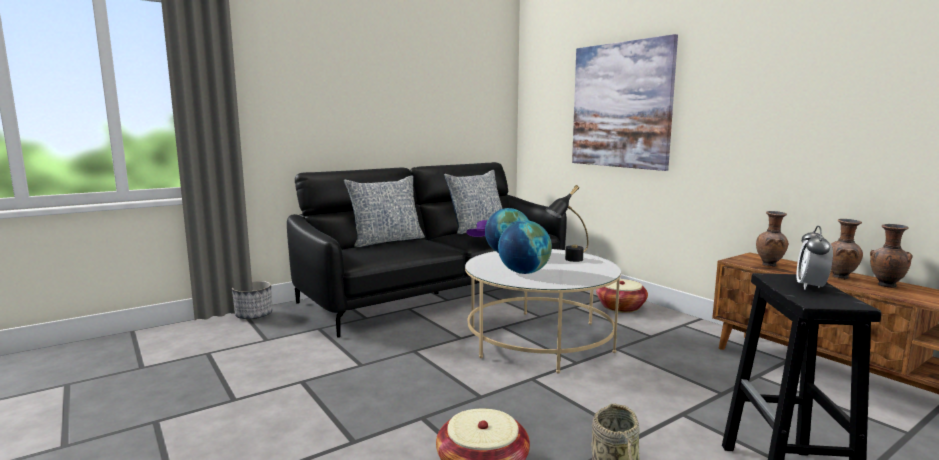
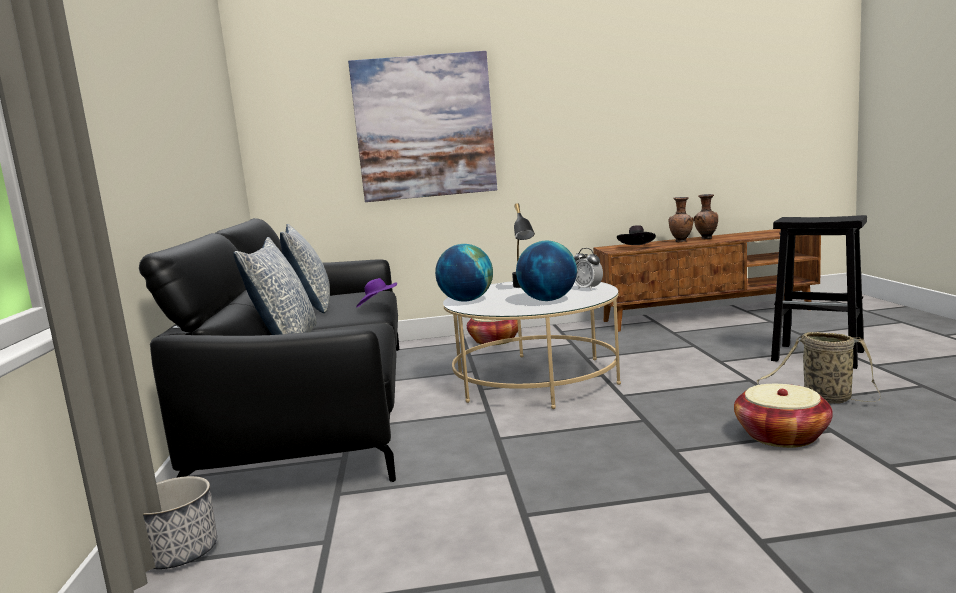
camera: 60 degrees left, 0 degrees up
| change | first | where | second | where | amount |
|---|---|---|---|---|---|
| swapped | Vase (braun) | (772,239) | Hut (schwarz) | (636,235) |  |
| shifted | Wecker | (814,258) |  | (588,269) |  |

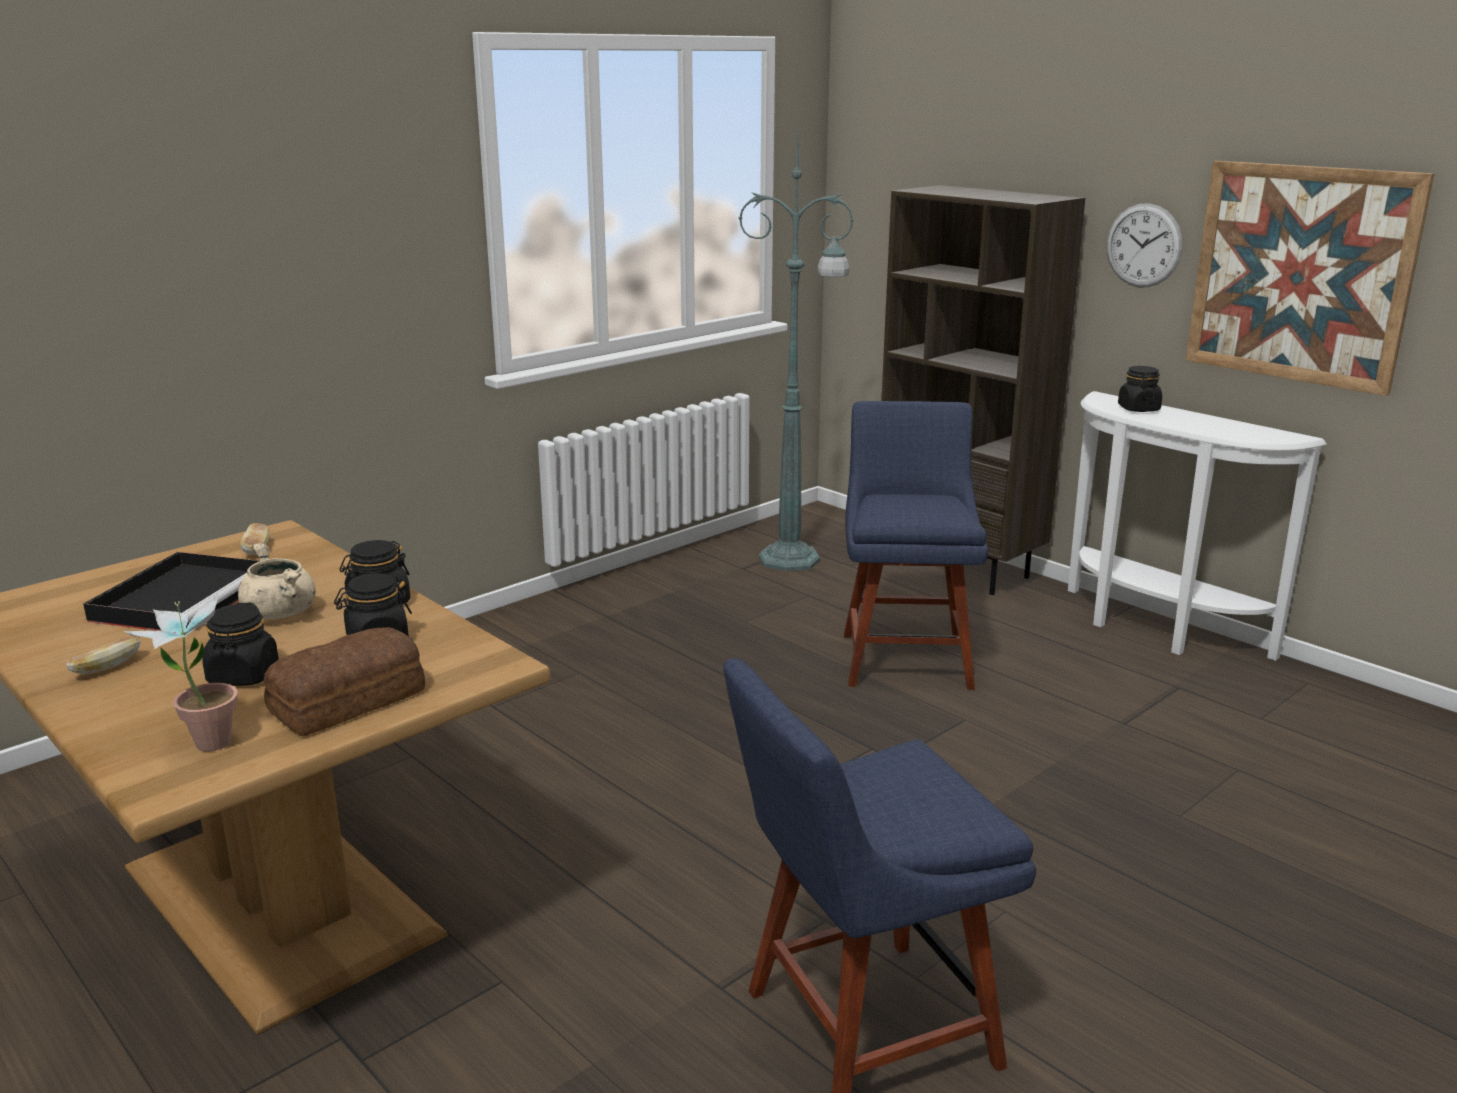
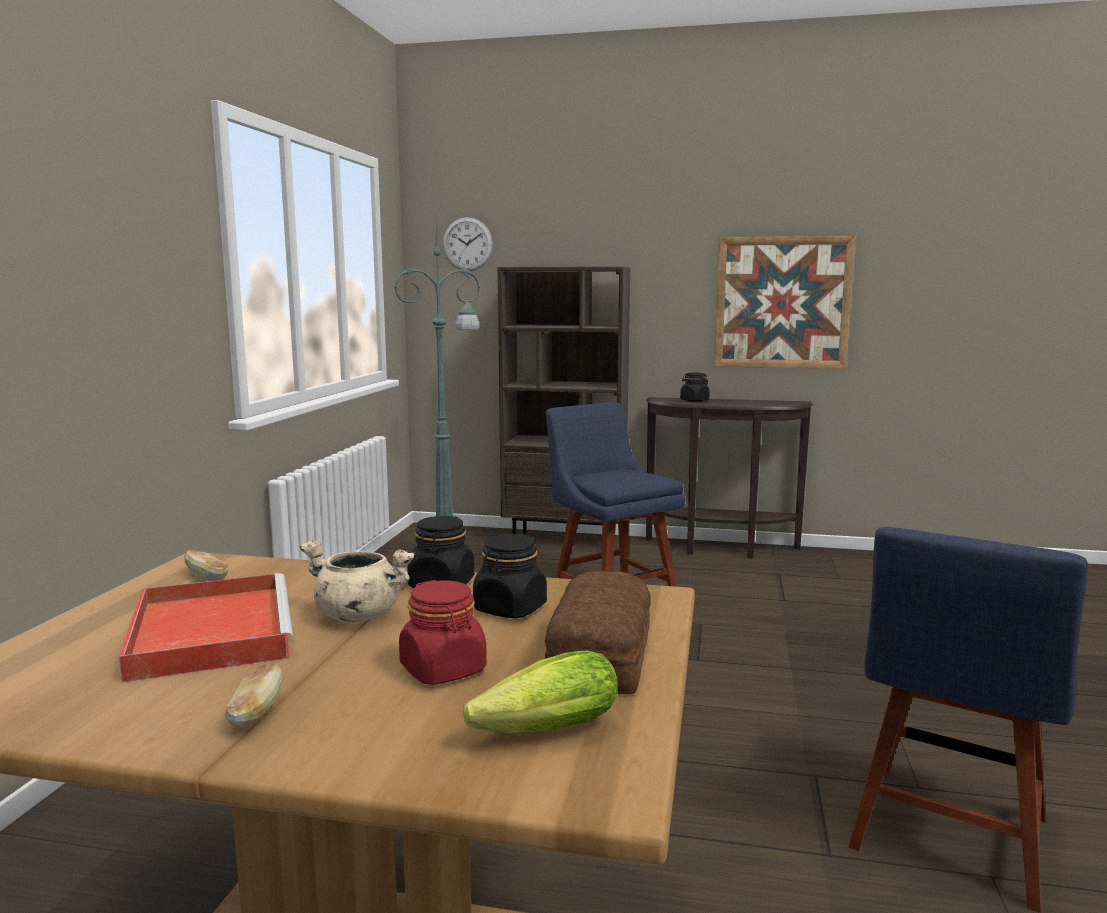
camera: 35 degrees left, 10 degrees down
| change | first | where | second | where | amount |
|---|---|---|---|---|---|
| shifted | Wanduhr | (1145,245) |  | (468,244) |  |
| repainted | Konsolentisch (weiß) | (1197,526) | Konsolentisch (braun) | (729,477) |  |
| repainted | Tablett (schwarz) | (171,592) | Tablett (rot) | (206,627) |  |
| swapped | Topfpflanze | (180,672) | Salatkopf | (540,692) |  |
| repainted | Vorratsglas (schwarz) | (240,644) | Vorratsglas (rot) | (443,632) |  |

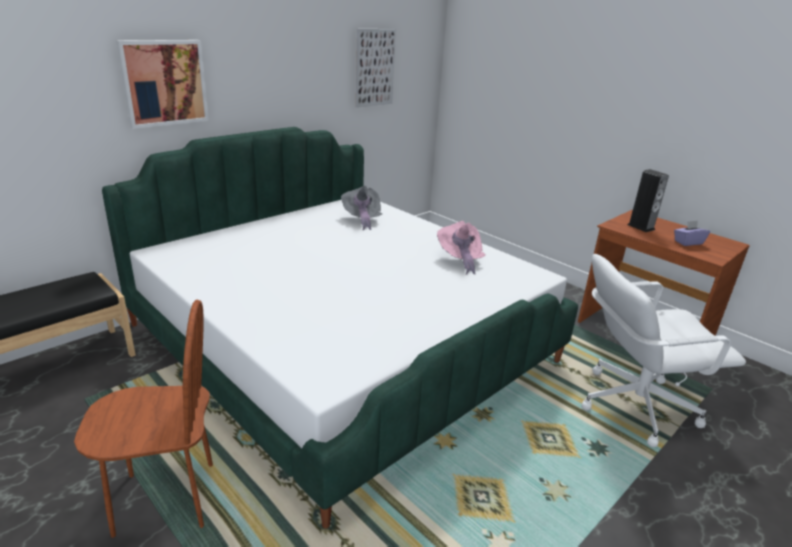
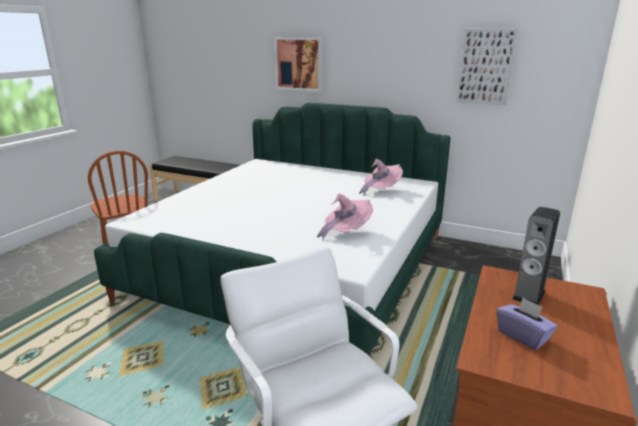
camera: 70 degrees right, 5 degrees down
| change | first | where | second | where | amount |
|---|---|---|---|---|---|
| repainted | Hut (grau) | (361,208) | Hut (rosa) | (381,177) |  |

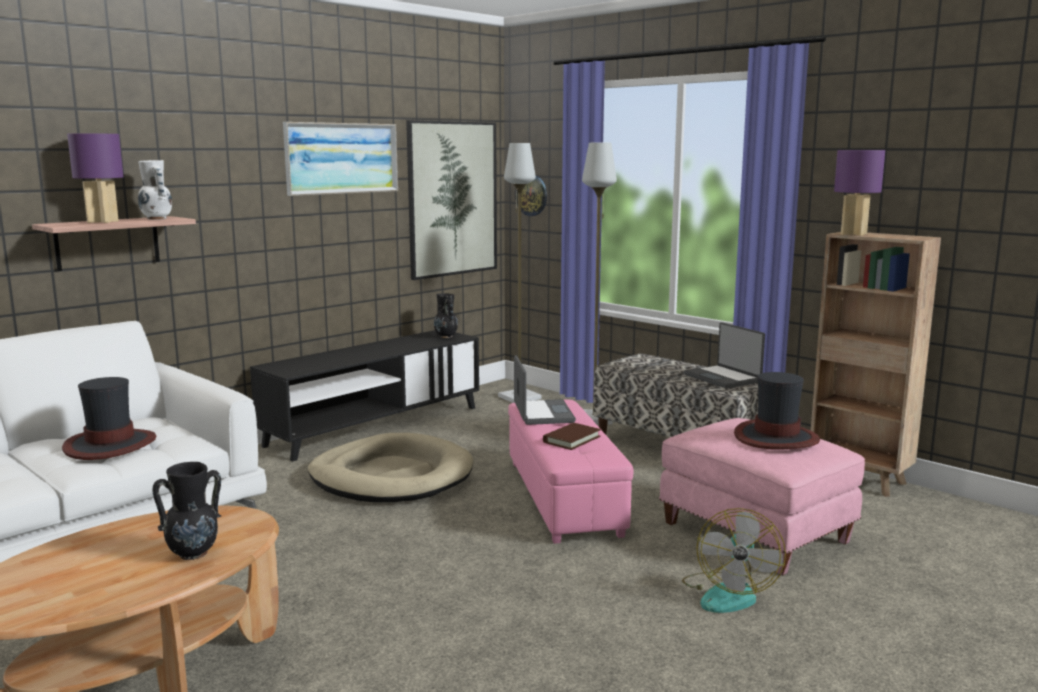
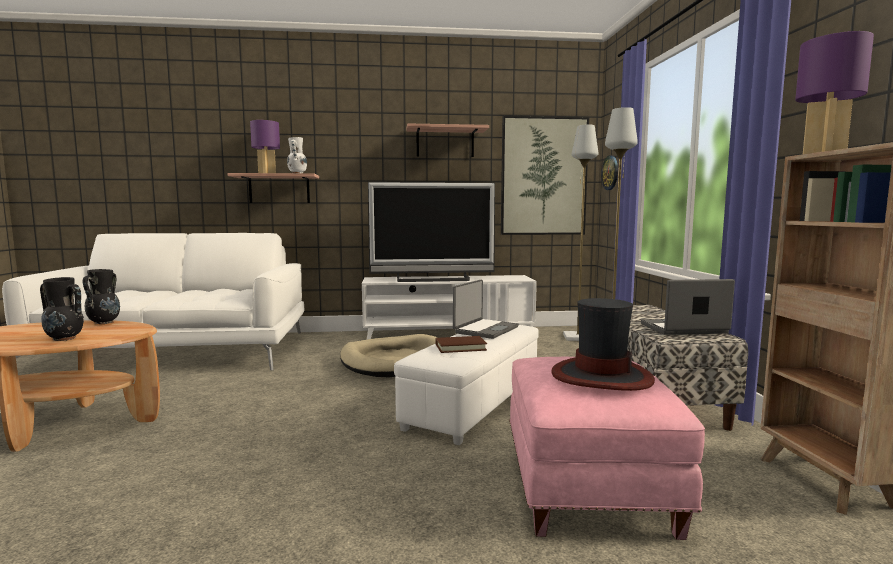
camera: 40 degrees right, 5 degrees down
| change | first | where | second | where | amount |
|---|---|---|---|---|---|
| swapped | Bild | (340,159) | Wandregal | (447,140) |  |
| shifted | Vase (schwarz) | (446,315) |  | (101,296) |  |
| rotated | Laptop | (724,355) |  | (688,307) | 75 degrees clockwise |
| repainted | Fernsehschrank (schwarz) | (364,395) | Fernsehschrank (weiß) | (449,307) |  |
| gone | Hut | (109,418) |  |  |  |
| repainted | Polsterhocker (rosa) | (570,471) | Polsterhocker (weiß) | (466,385) |  |
| gone | Ventilator | (734,560) |  |  |  |
| new |  |  | Fernseher | (431,232) |  |

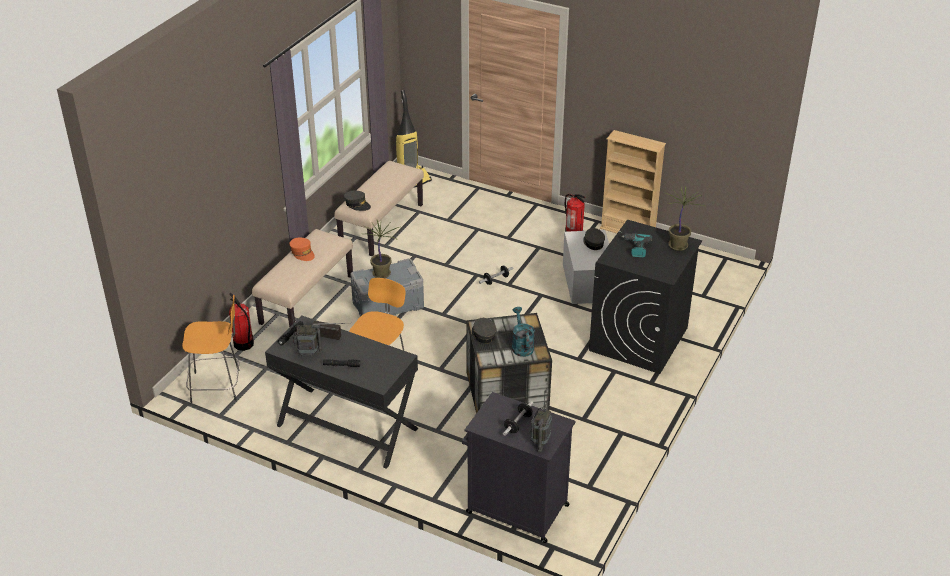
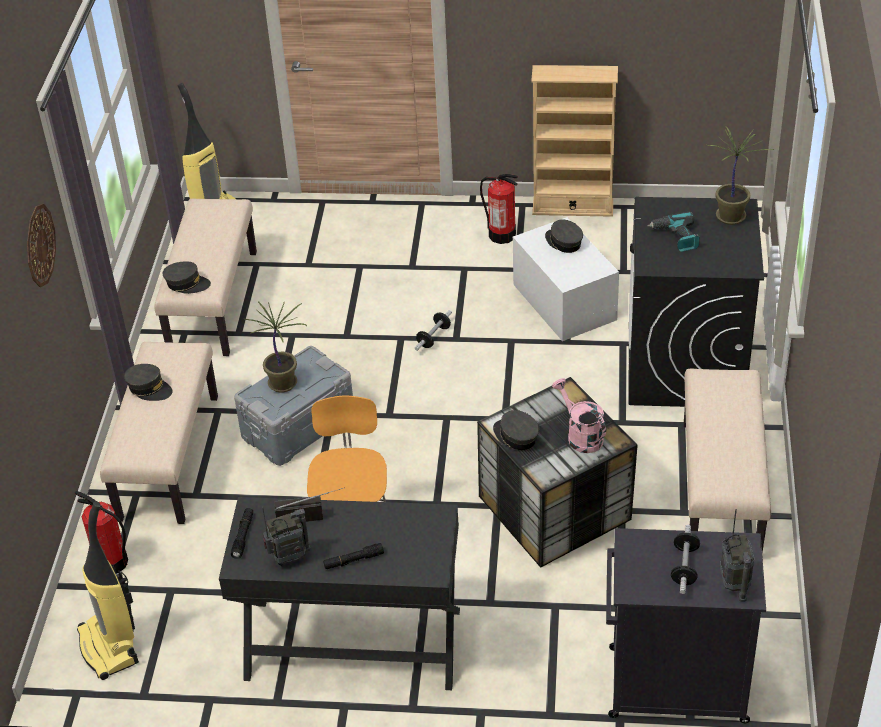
camera: 20 degrees left, 5 degrees up
| change | first | where | second | where | amount |
|---|---|---|---|---|---|
| repainted | Kappe (orange) | (302,249) | Kappe (grau) | (148,382) |  |
| swapped | Hocker (orange) | (210,349) | Staubsauger | (108,590) |  |
| repainted | Gießkanne (türkis) | (523,332) | Gießkanne (rosa) | (579,415) |  |
| new |  |  | Wanduhr | (41,245) |  |
| new |  |  | Bank (beige) | (727,460) |  |

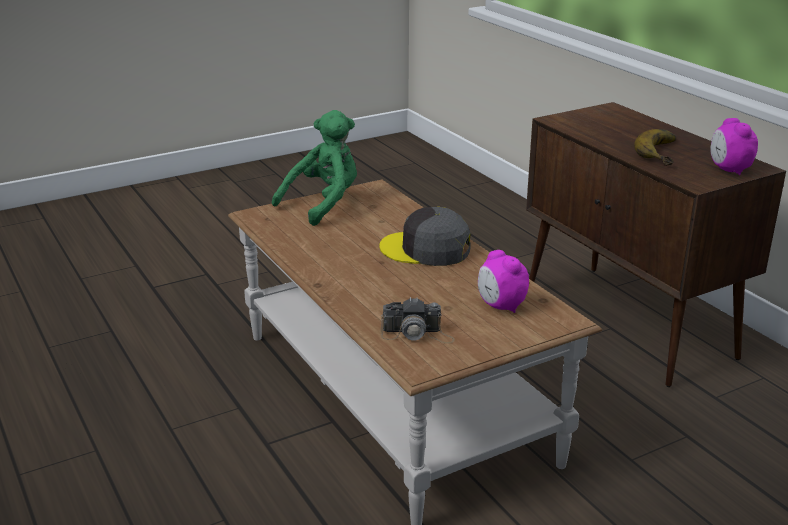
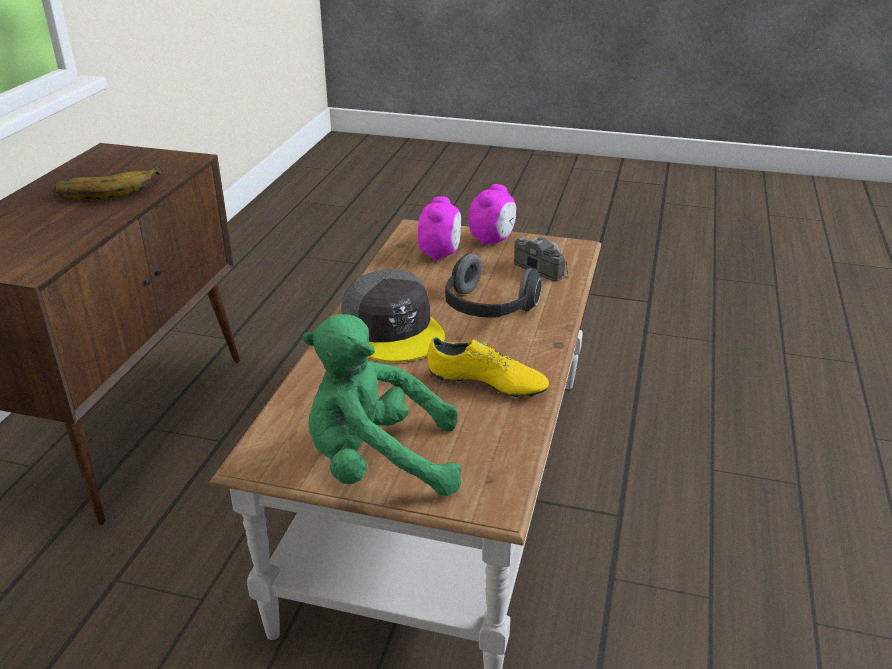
camera: 135 degrees left, 5 degrees up
| change | first | where | second | where | amount |
|---|---|---|---|---|---|
| shifted | Wecker | (734,146) |  | (492,215) |  |
| new |  |  | Kopfhörer | (493,285) |  |
| new |  |  | Schuh (gelb) | (488,368) |  |

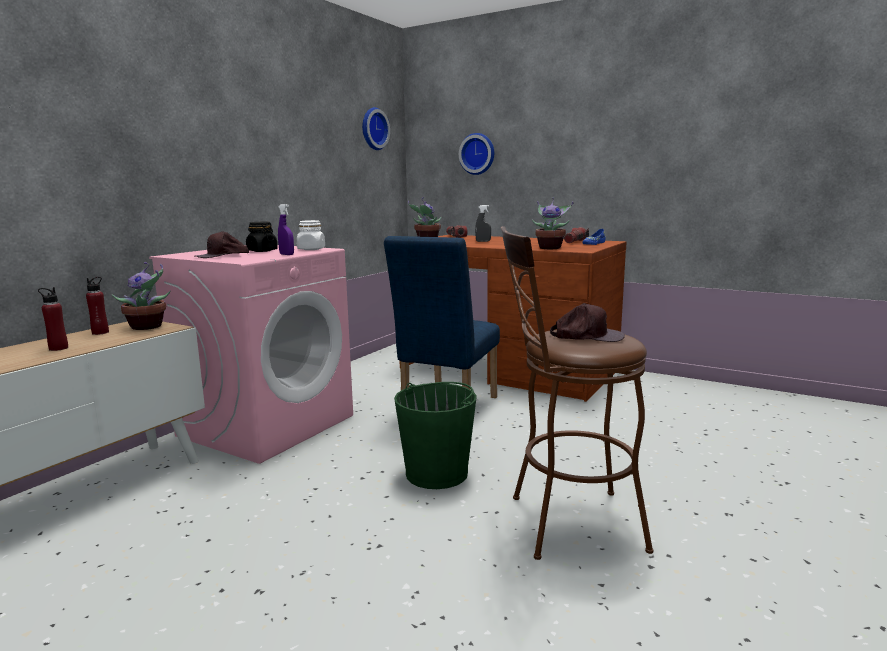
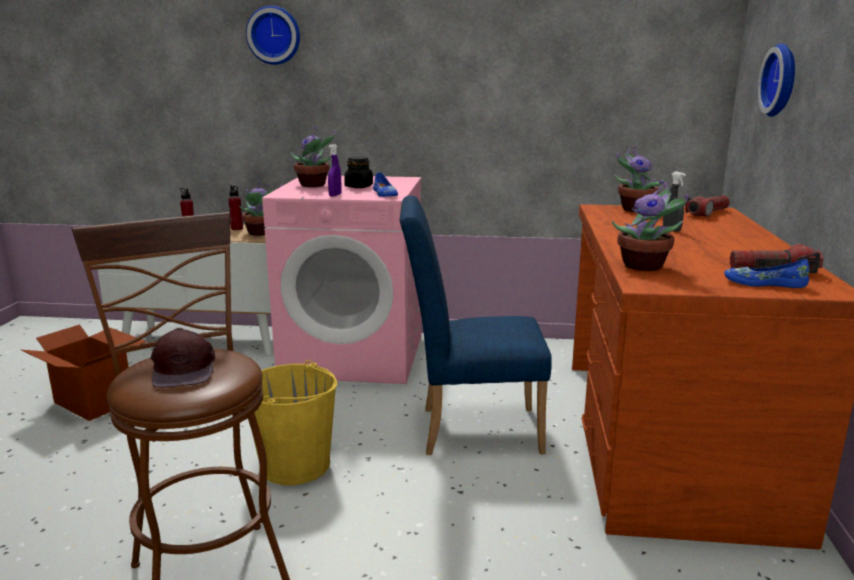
camera: 65 degrees right, 5 degrees up
| change | first | where | second | where | amount |
|---|---|---|---|---|---|
| shifted | Wanduhr | (376,128) |  | (273,35) |  |
| swapped | Vorratsglas (weiß) | (311,235) | Schuh (blau) | (385,184) |  |
| swapped | Kappe (braun) | (222,244) | Topfpflanze | (313,157) |  |
| repainted | Eimer (grün) | (435,435) | Eimer (gelb) | (292,422) |  |
| new |  |  | Karton | (83,373) |  |

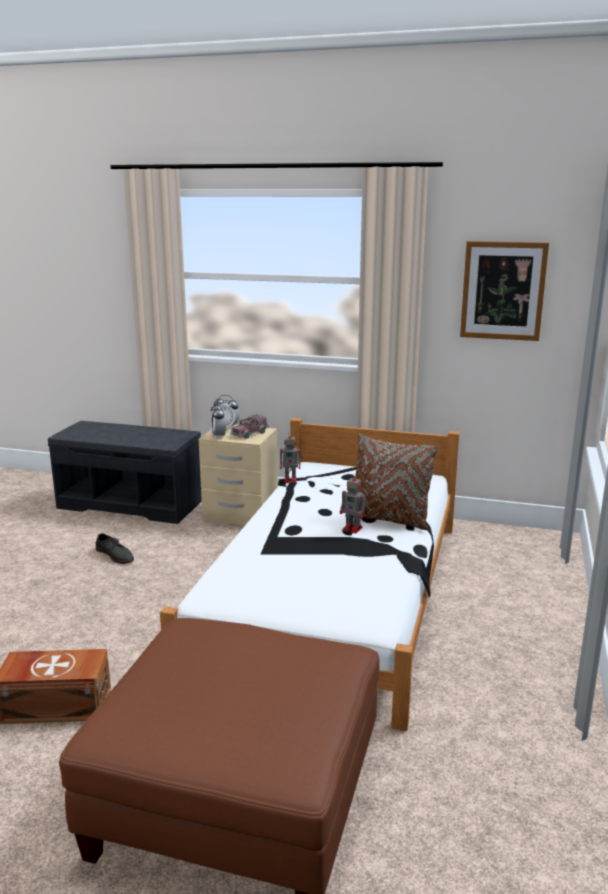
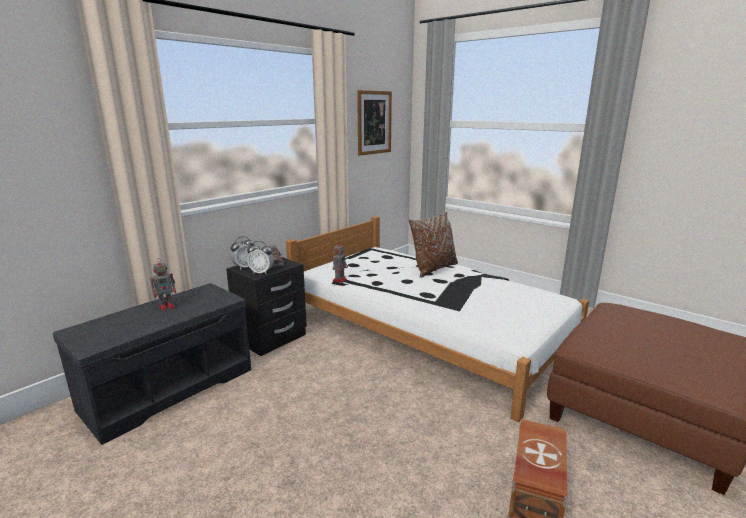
camera: 65 degrees left, 0 degrees up
| change | first | where | second | where | amount |
|---|---|---|---|---|---|
| repainted | Nachttisch (beige) | (238,475) | Nachttisch (schwarz) | (266,306) |  |
| shifted | Spielzeugroboter | (354,503) |  | (163,285) |  |
| gone | Schuh (grau) | (114,548) |  |  |  |

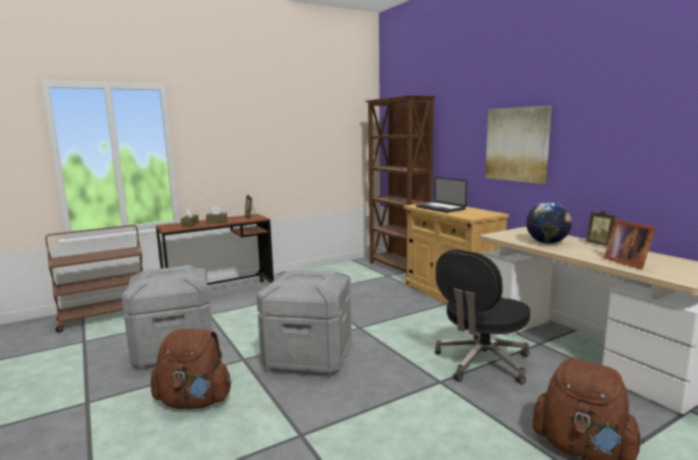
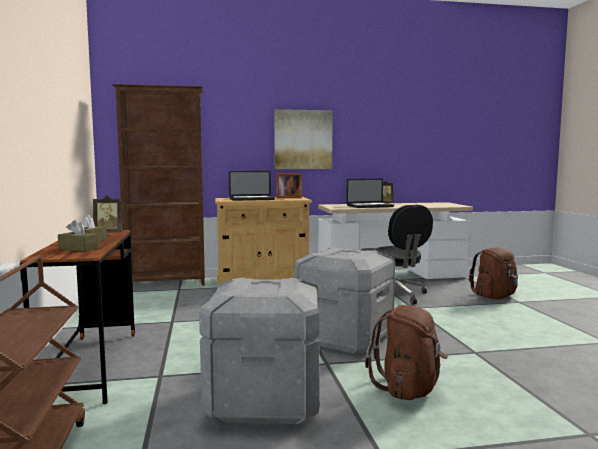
camera: 70 degrees left, 5 degrees down
| change | first | where | second | where | amount |
|---|---|---|---|---|---|
| swapped | Globus | (549,223) | Laptop | (370,193) |  |
| shifted | Bilderrahmen | (630,244) |  | (289,185) |  |

